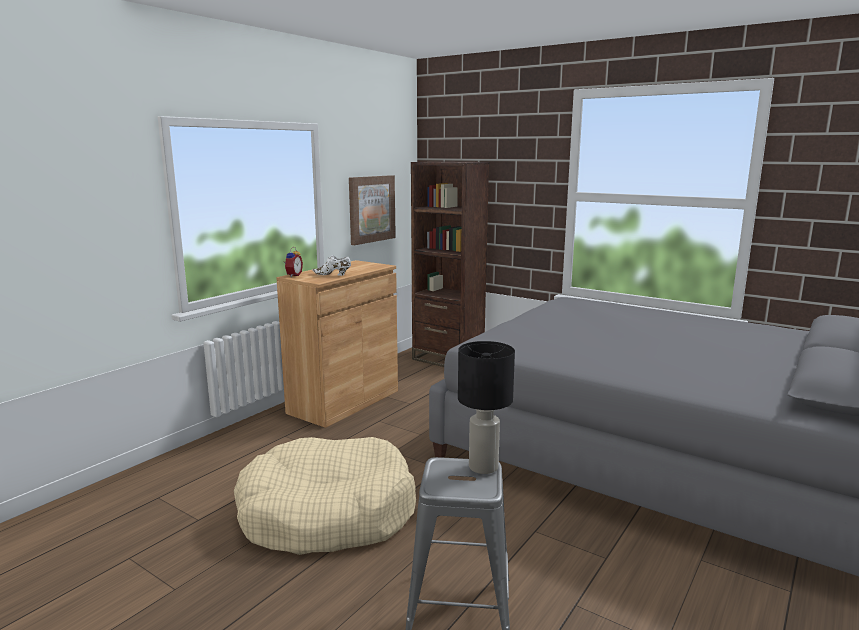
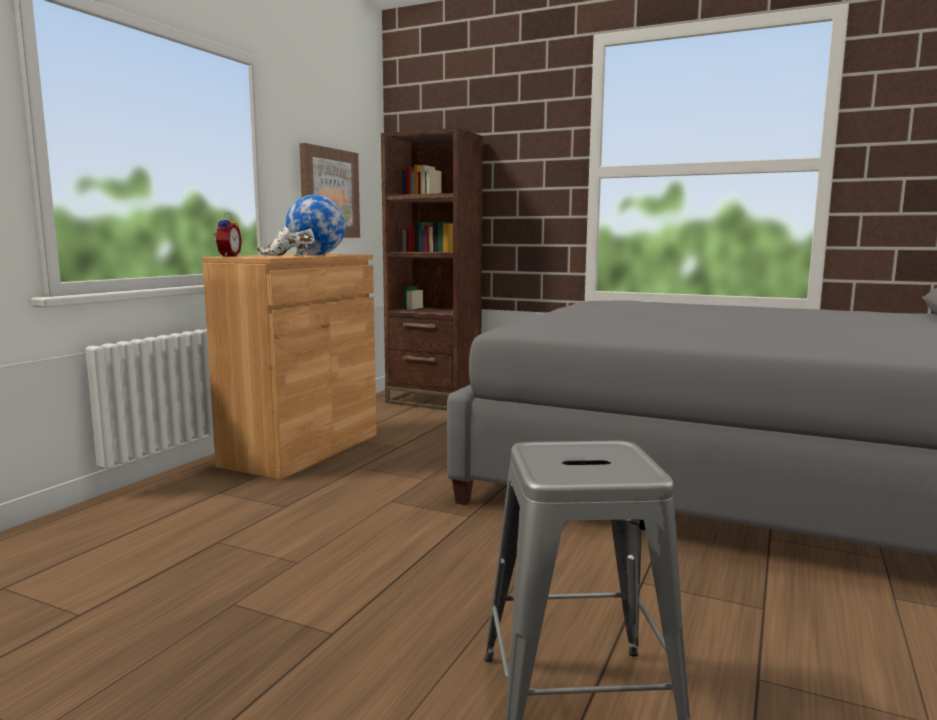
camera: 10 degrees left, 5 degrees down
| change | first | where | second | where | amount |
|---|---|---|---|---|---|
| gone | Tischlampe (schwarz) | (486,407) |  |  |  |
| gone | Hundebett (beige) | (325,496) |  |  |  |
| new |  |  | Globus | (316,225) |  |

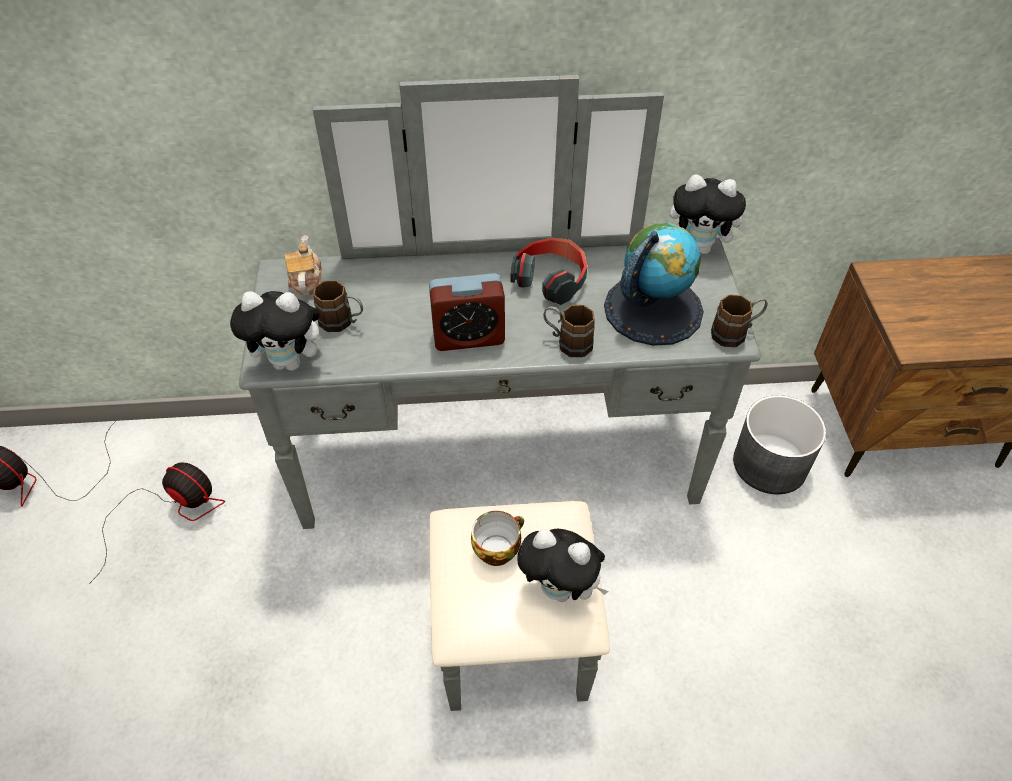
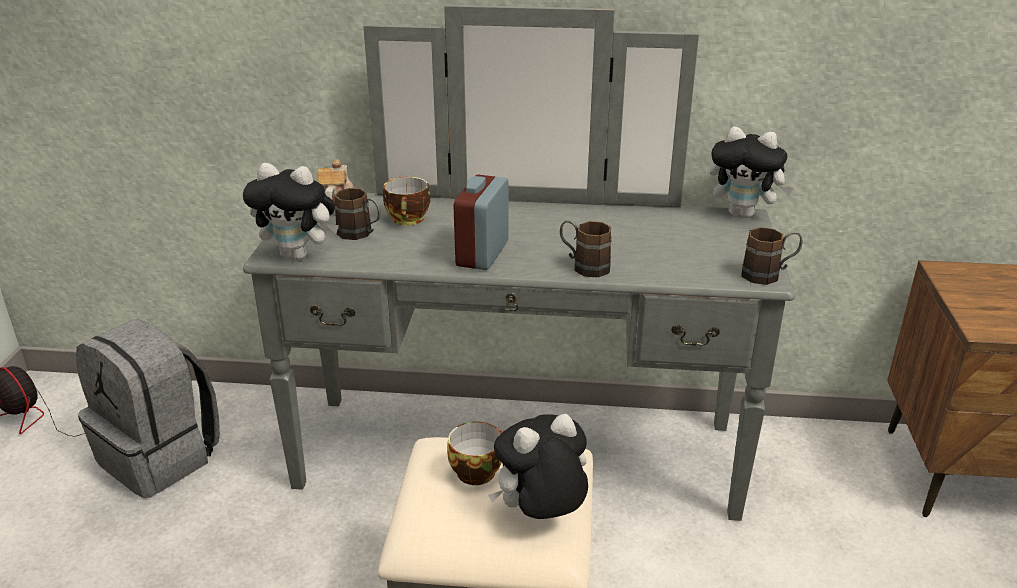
camera: 10 degrees right, 20 degrees down
| change | first | where | second | where | amount |
|---|---|---|---|---|---|
| gone | Globus | (654,284) |  |  |  |
| gone | Kopfhörer | (549,271) |  |  |  |
| rotated | Wecker | (467,312) |  | (481,222) | 105 degrees clockwise |
| gone | Pflanzkübel (grau) | (779,444) |  |  |  |
| swapped | Ventilator | (157,523) | Rucksack (grau) | (148,408) |  |
| rotated | Plüschtier | (563,565) |  | (538,466) | 120 degrees clockwise |
| new |  |  | Tasse | (406,201) |  |

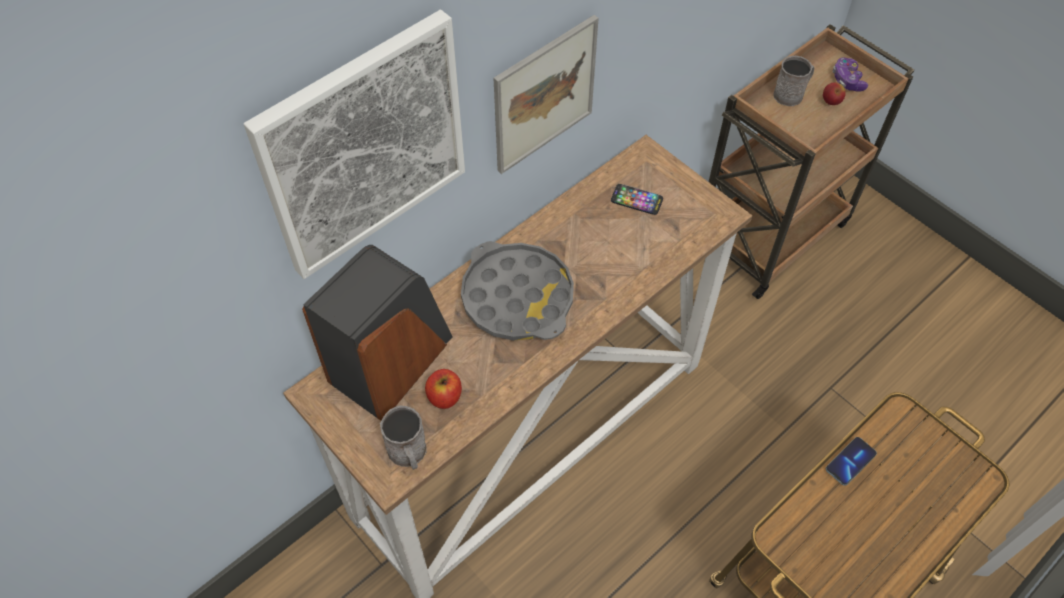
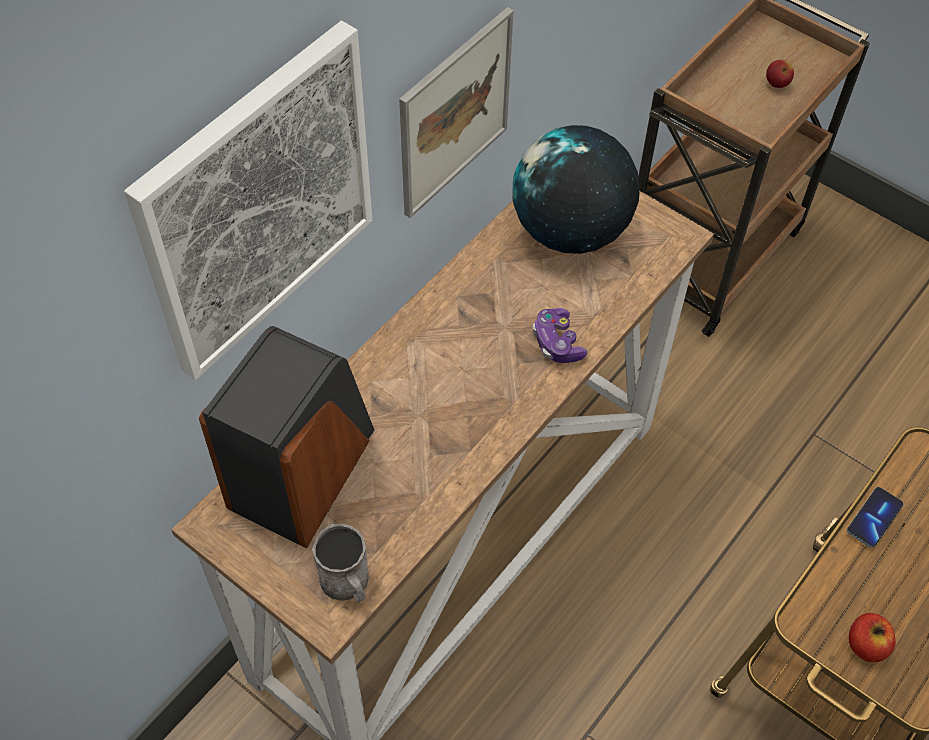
camera: 10 degrees left, 0 degrees up
| change | first | where | second | where | amount |
|---|---|---|---|---|---|
| gone | Henkelbecher (grau) | (793,81) |  |  |  |
| shifted | Gamepad | (850,75) |  | (560,335) |  |
| swapped | Handy | (637,199) | Globus | (575,189) |  |
| gone | Tablett (grau) | (517,291) |  |  |  |
| shifted | Apfel | (443,389) |  | (872,637) |  |

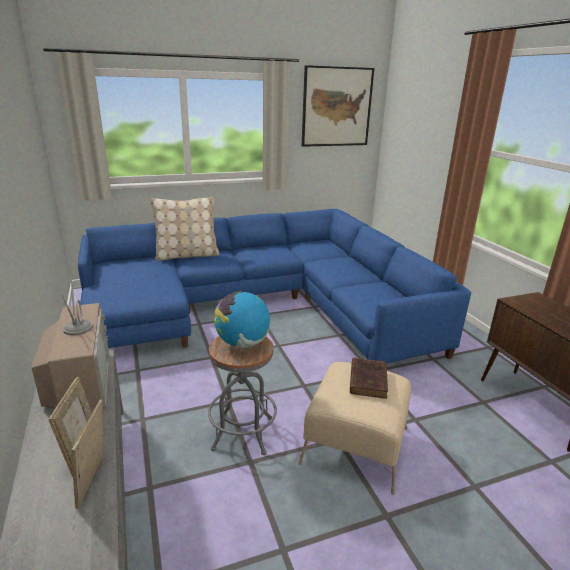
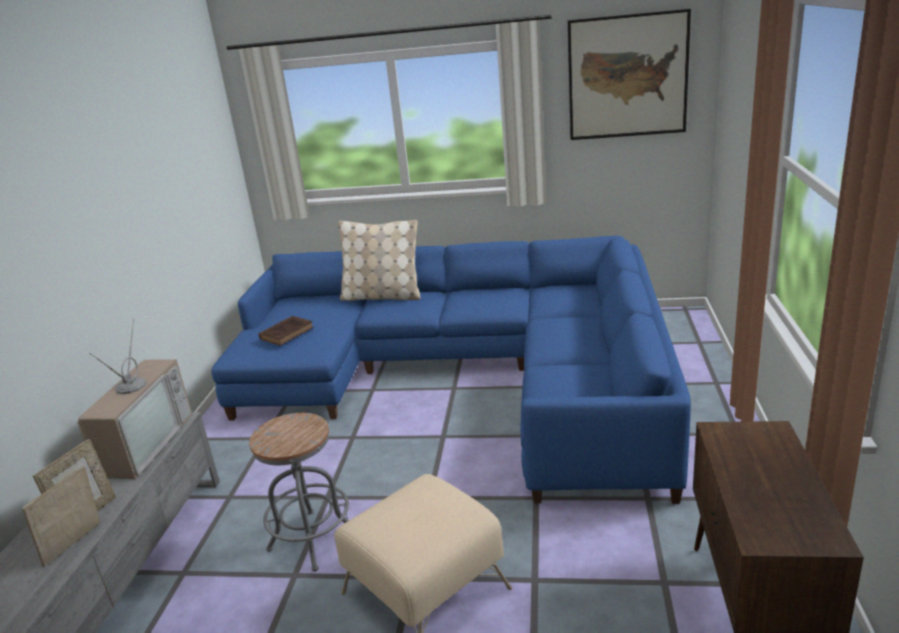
camera: 30 degrees right, 0 degrees up
| change | first | where | second | where | amount |
|---|---|---|---|---|---|
| gone | Globus | (242,320) |  |  |  |
| shifted | Buch (braun) | (369,378) |  | (286,331) |  |

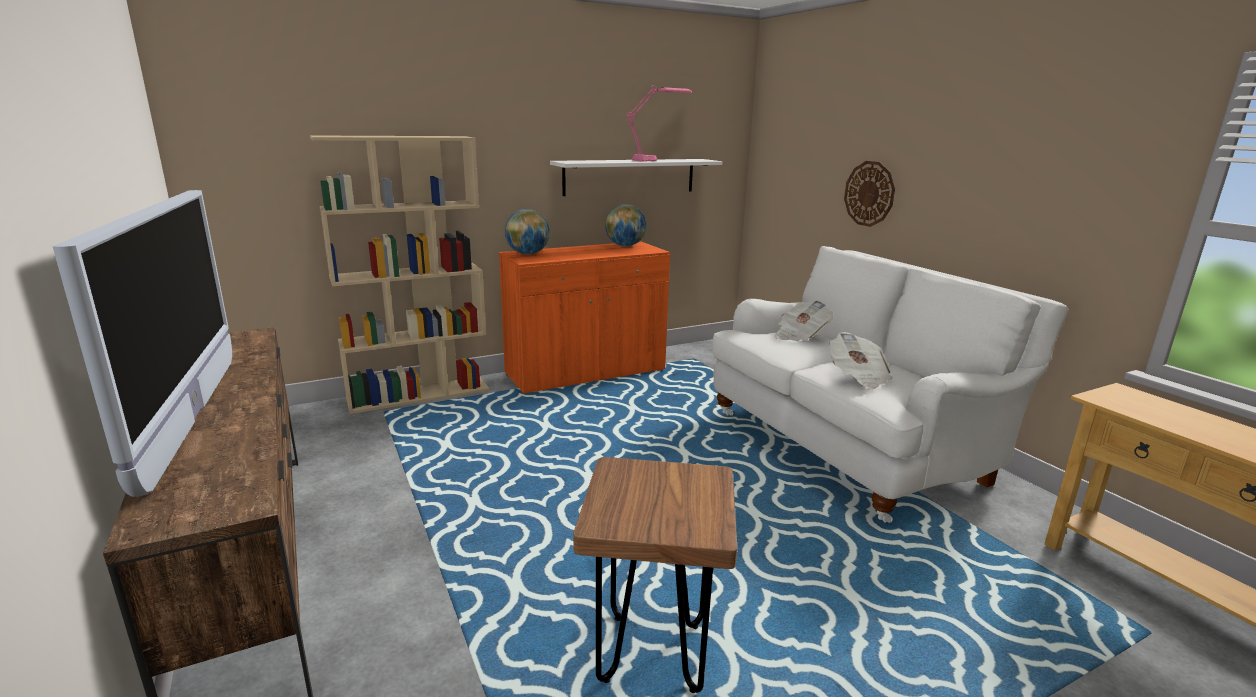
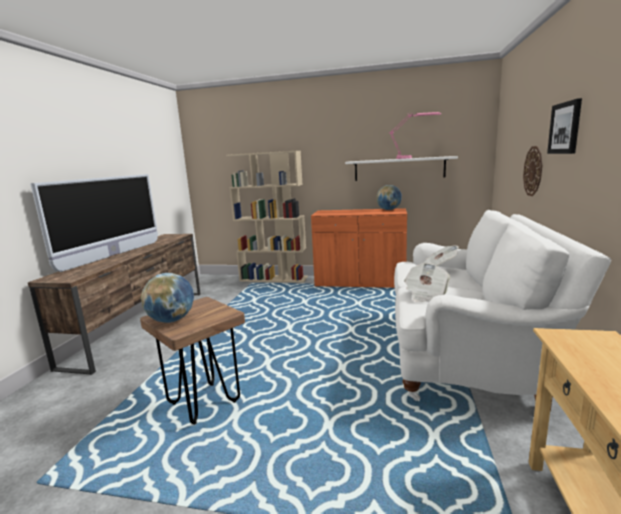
camera: 40 degrees right, 5 degrees down
| change | first | where | second | where | amount |
|---|---|---|---|---|---|
| shifted | Globus | (527,231) |  | (167,298) |  |
| new |  |  | Bild | (564,126) |  |

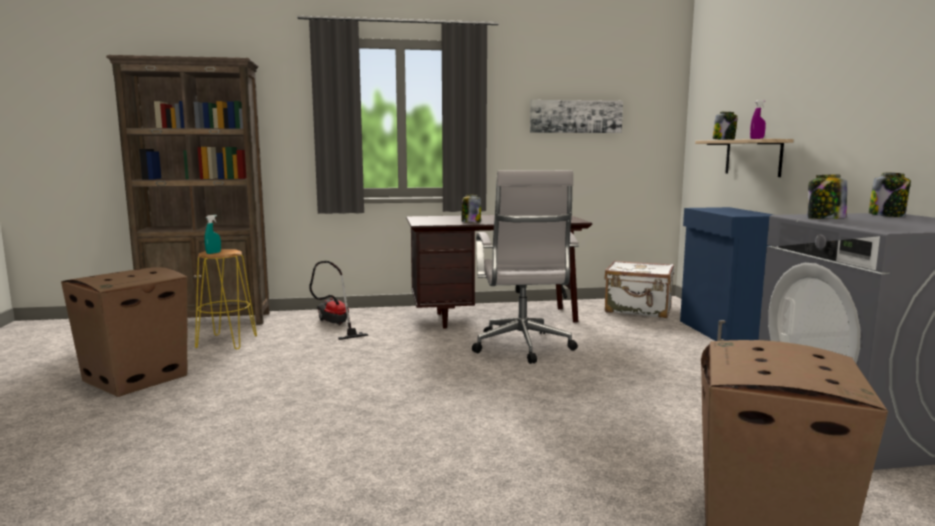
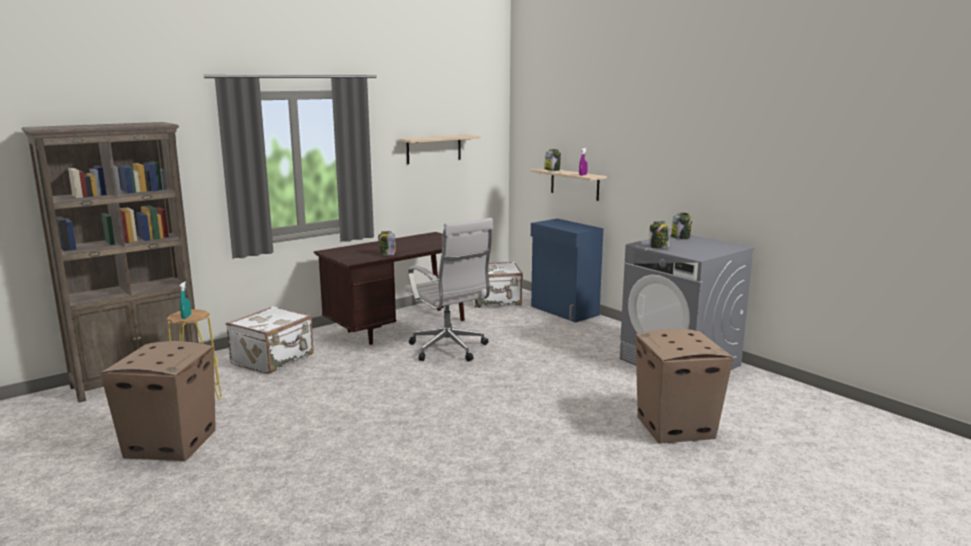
camera: 30 degrees left, 5 degrees up
| change | first | where | second | where | amount |
|---|---|---|---|---|---|
| swapped | Bild | (576,116) | Wandregal | (439,149) |  |
| swapped | Staubsauger | (339,300) | Koffer (weiß) | (270,340) |  |

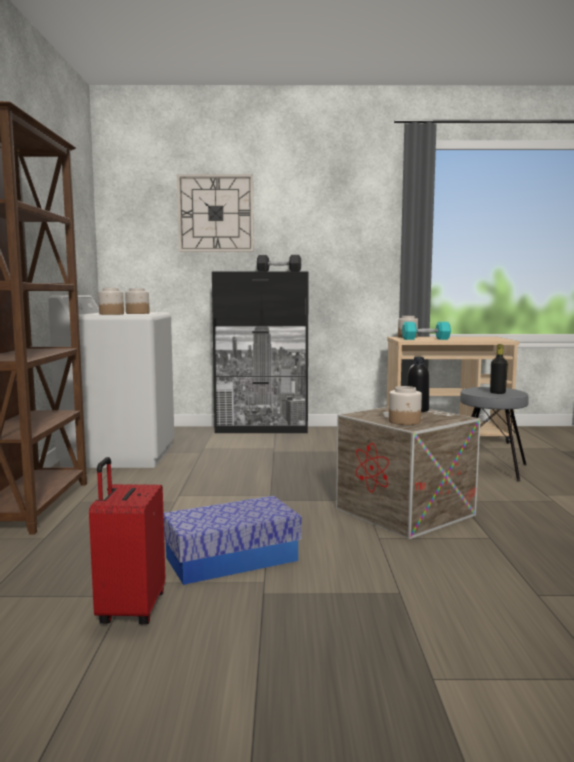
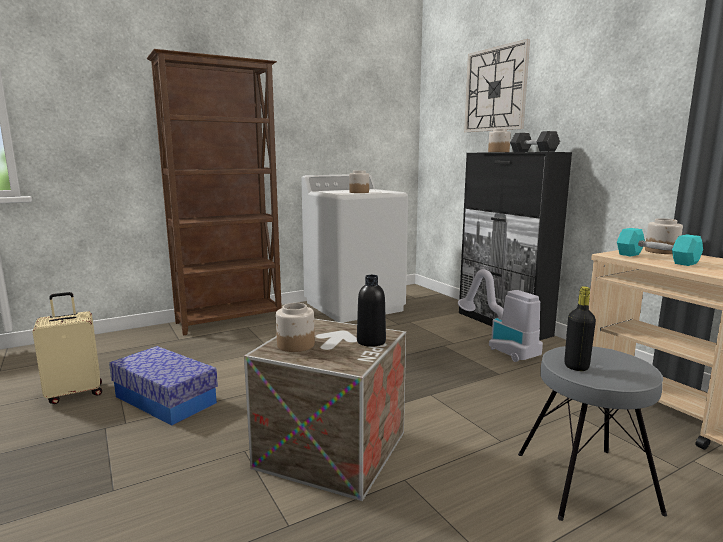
camera: 60 degrees right, 5 degrees up
| change | first | where | second | where | amount |
|---|---|---|---|---|---|
| shifted | Vorratsglas | (111,301) |  | (499,140) |  |
| repainted | Koffer (rot) | (127,540) | Koffer (beige) | (67,348) |  |
| new |  |  | Staubsauger | (500,315) |  |

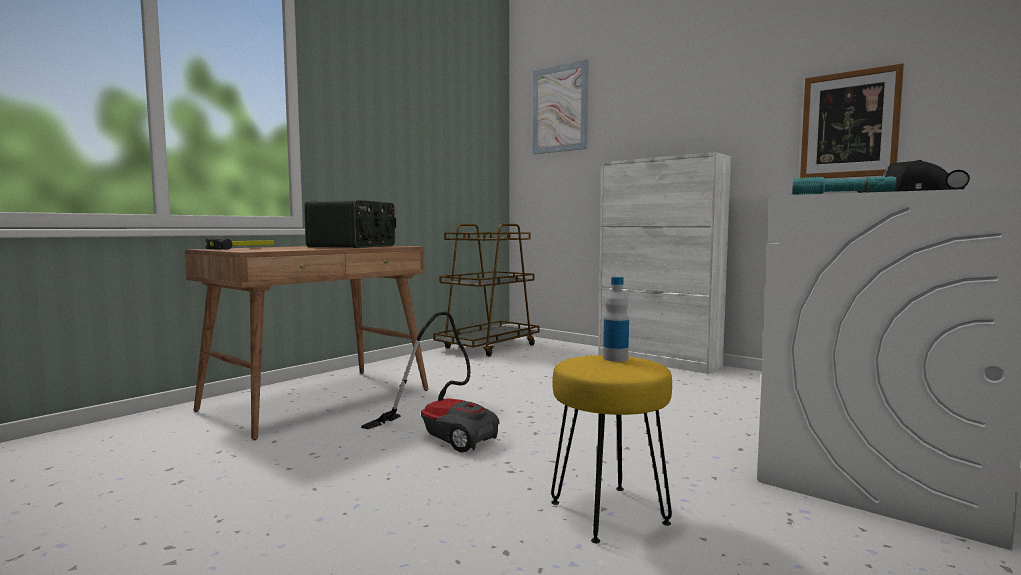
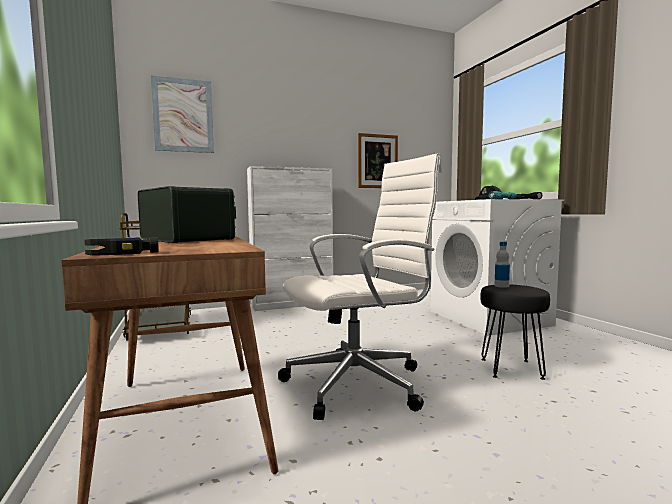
camera: 60 degrees left, 0 degrees up
| change | first | where | second | where | amount |
|---|---|---|---|---|---|
| swapped | Staubsauger | (430,382) | Bürostuhl (weiß) | (360,286) |  |
| repainted | Hocker (gelb) | (611,449) | Hocker (schwarz) | (515,332) |  |

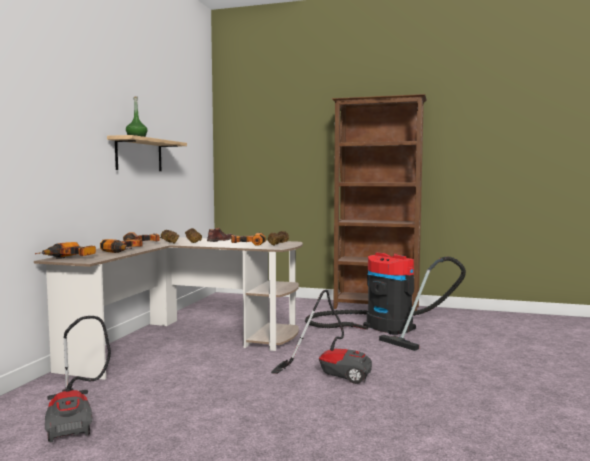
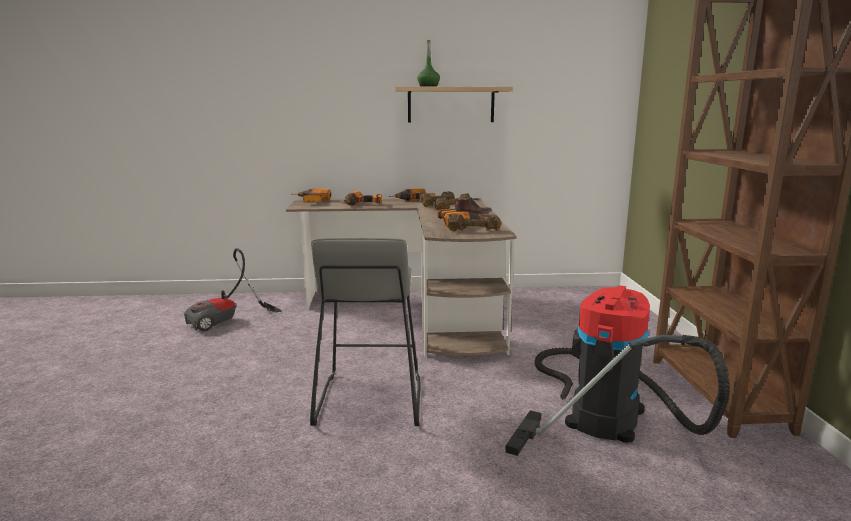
camera: 70 degrees right, 10 degrees up
| change | first | where | second | where | amount |
|---|---|---|---|---|---|
| swapped | Staubsauger | (321,336) | Hocker (grau) | (365,332) |  |

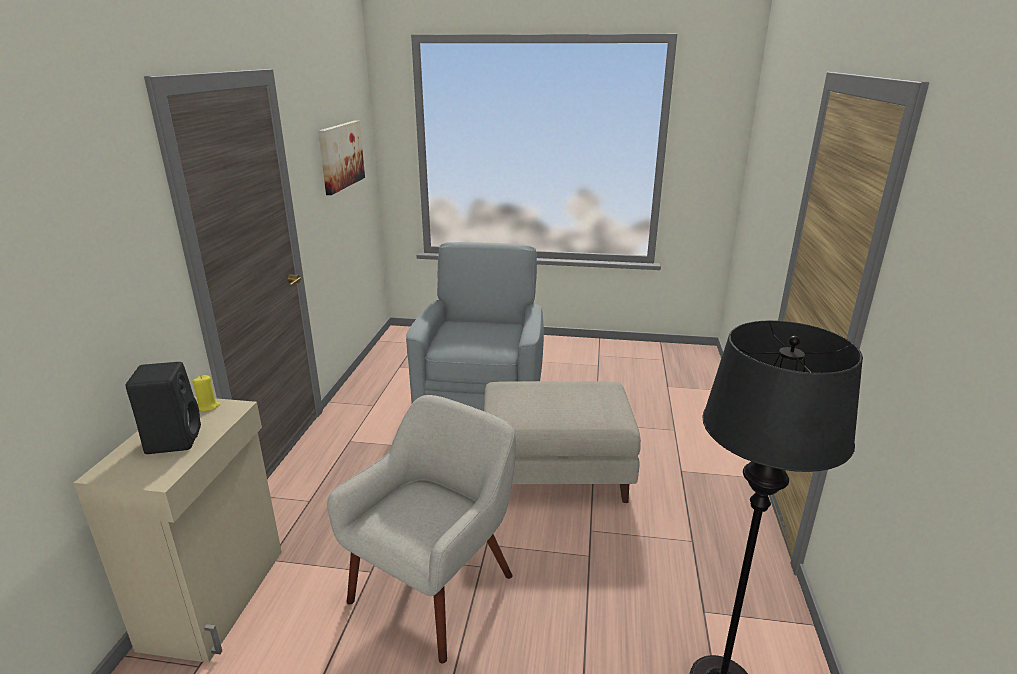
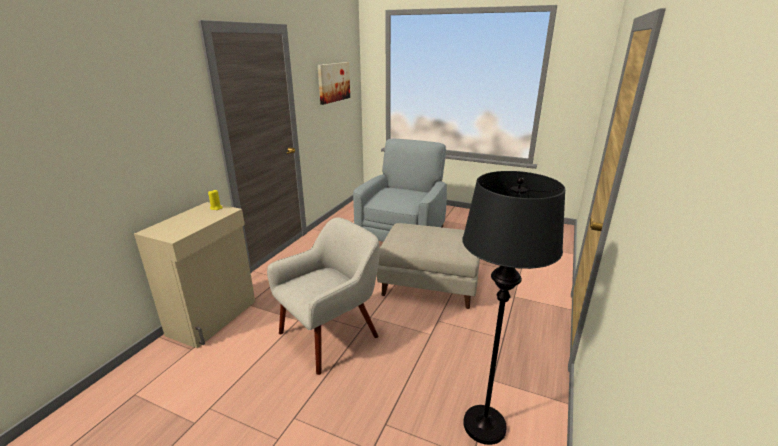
camera: 15 degrees right, 0 degrees up
| change | first | where | second | where | amount |
|---|---|---|---|---|---|
| gone | Lautsprecher (schwarz) | (163,408) |  |  |  |

